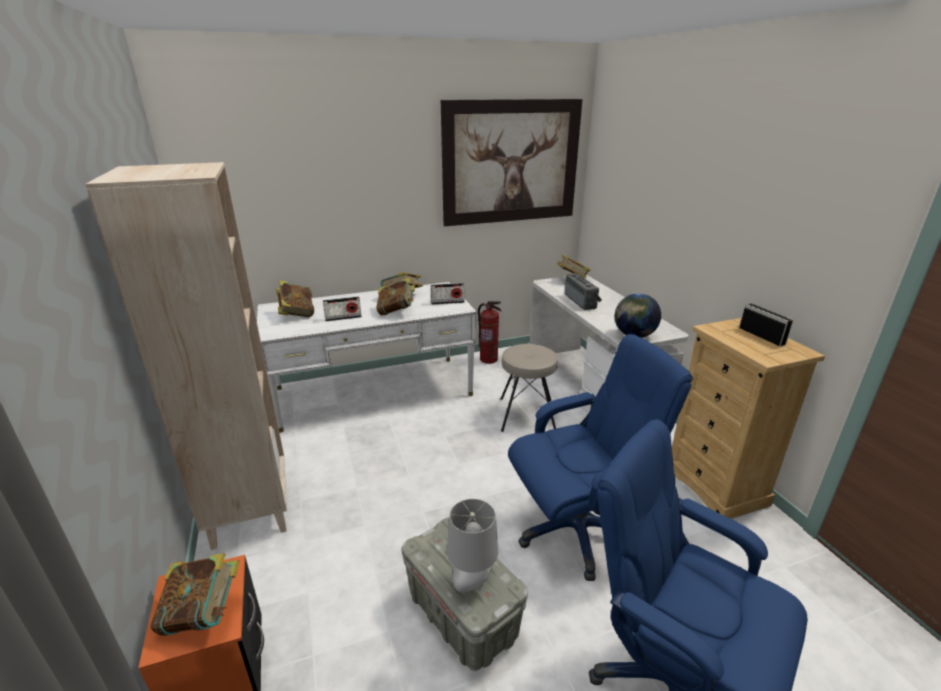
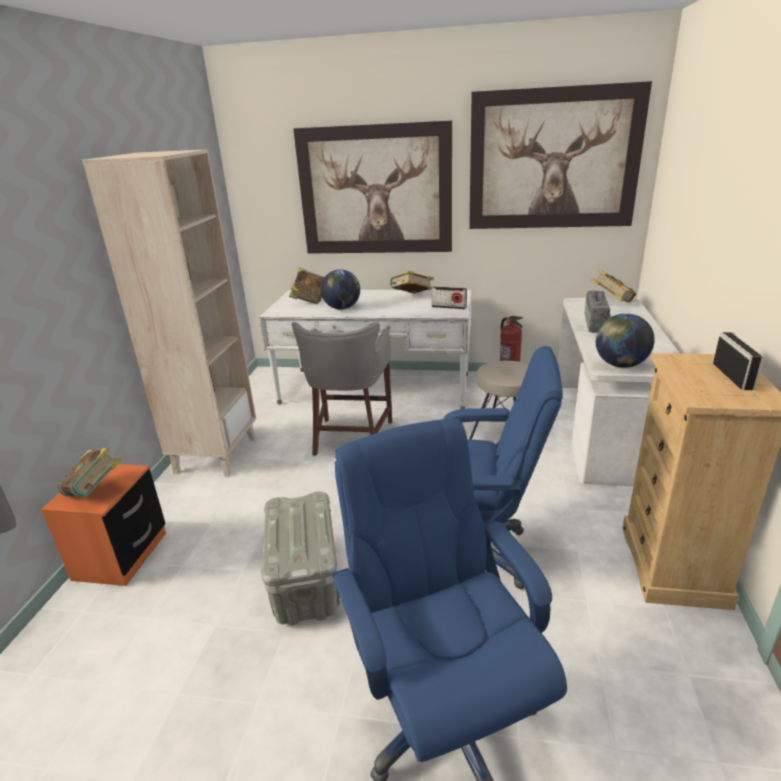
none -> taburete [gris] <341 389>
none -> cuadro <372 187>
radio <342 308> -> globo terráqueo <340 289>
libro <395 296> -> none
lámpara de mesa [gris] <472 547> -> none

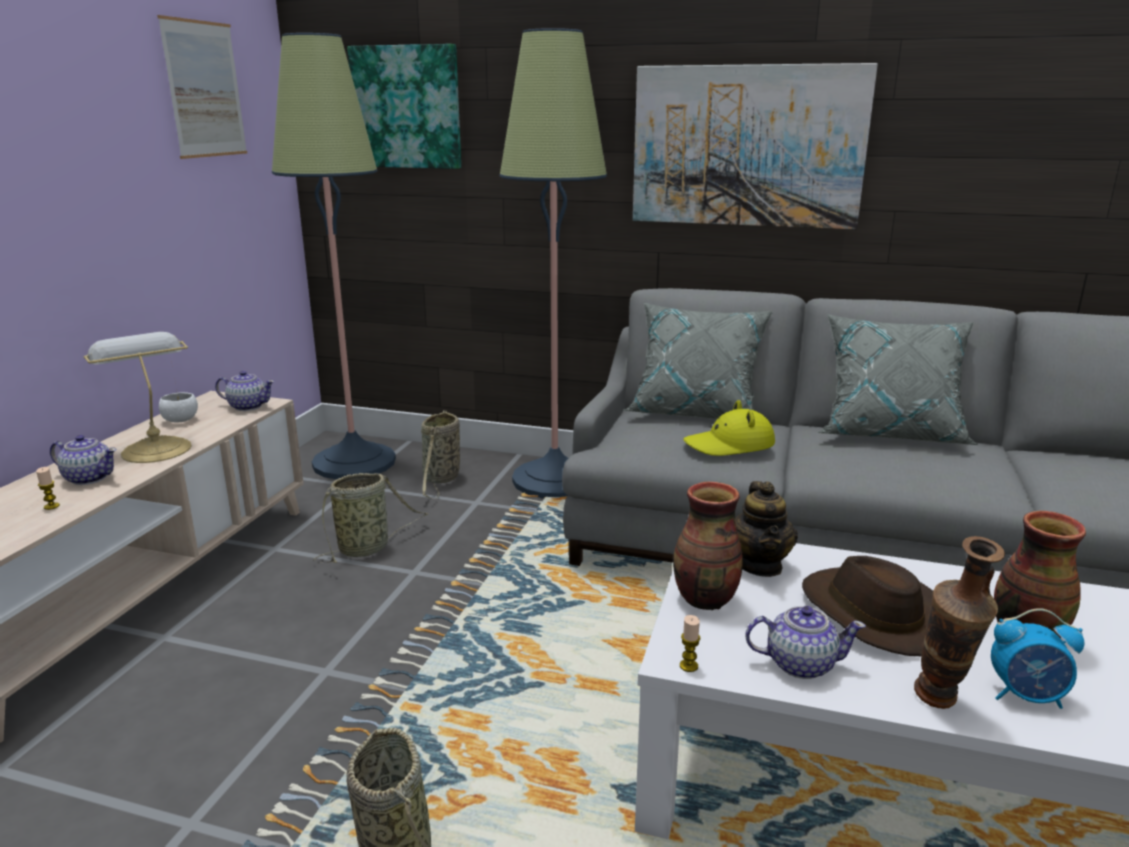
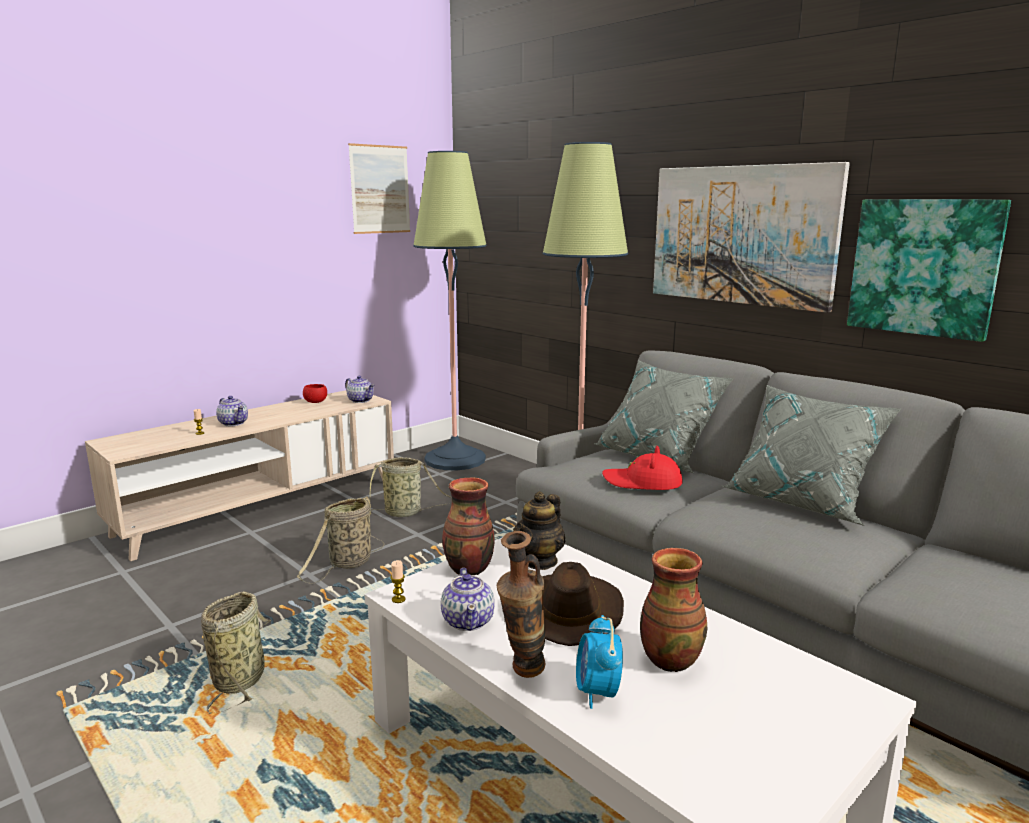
cesta <440 454> -> cesta <340 540>, relocated
cuenco [blanco] <178 407> -> cuenco [rojo] <315 393>
tetera <805 642> -> tetera <468 599>, 45 degrees clockwise
despertador <1037 658> -> despertador <599 662>, 45 degrees clockwise
sombrero [amarillo] <729 428> -> sombrero [rojo] <642 468>
cuadro <404 106> -> cuadro <929 271>, relocated
lámpara de mesa <137 397> -> none

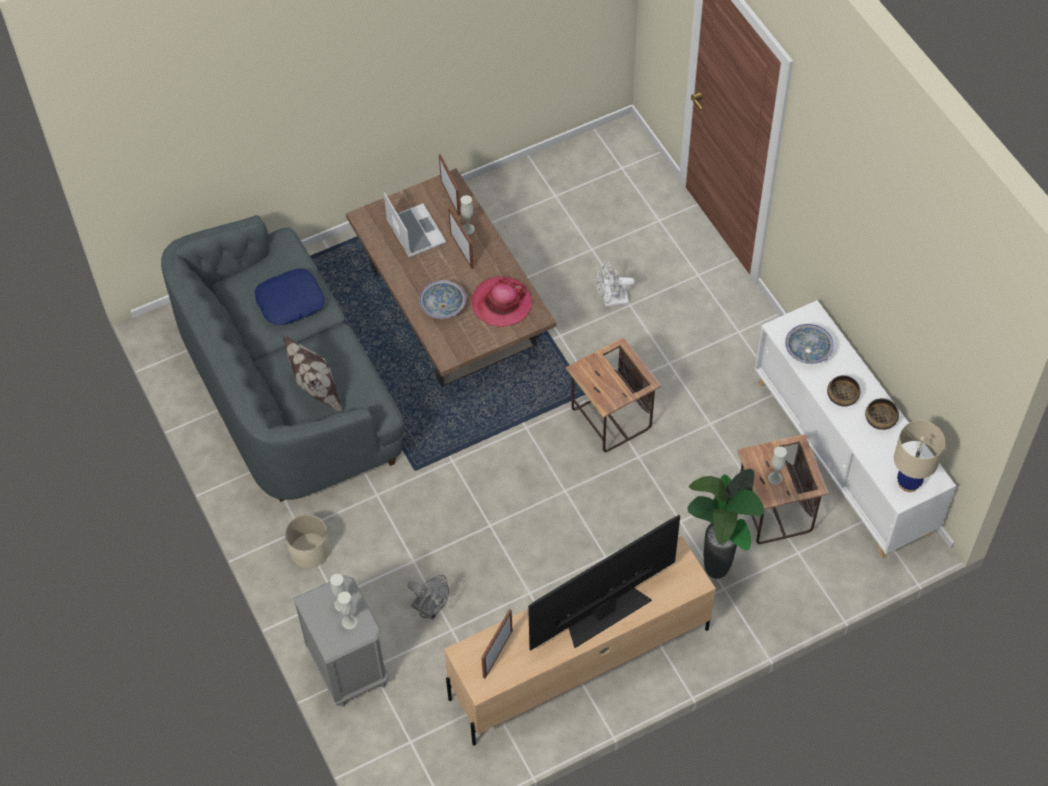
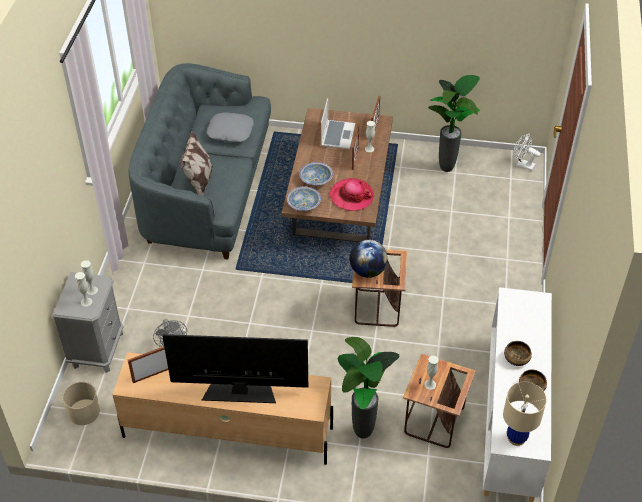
maceta [beis] <307 541> -> maceta [beis] <81 403>, relocated
cojín [azul] <289 296> -> cojín [gris] <230 127>
cuenco <809 344> -> cuenco <304 199>, relocated
none -> globo terráqueo <369 259>
none -> planta en maceta <454 123>
ventilador [blanco] <615 284> -> ventilador [blanco] <527 152>, relocated

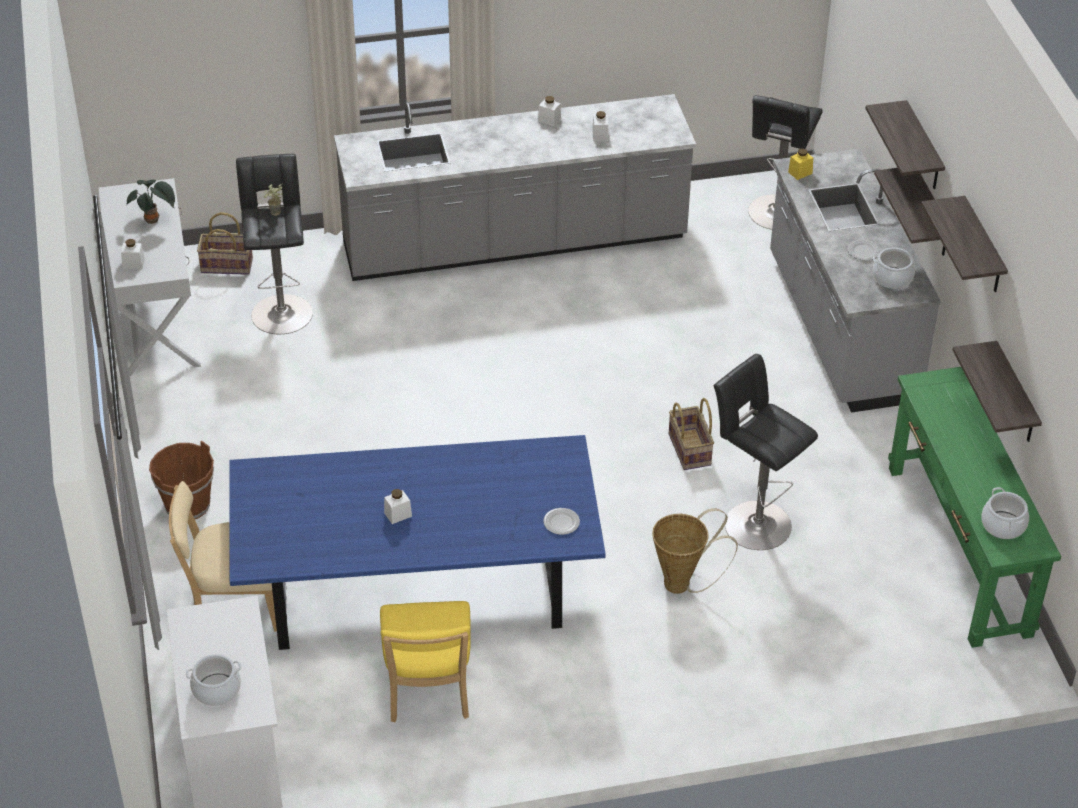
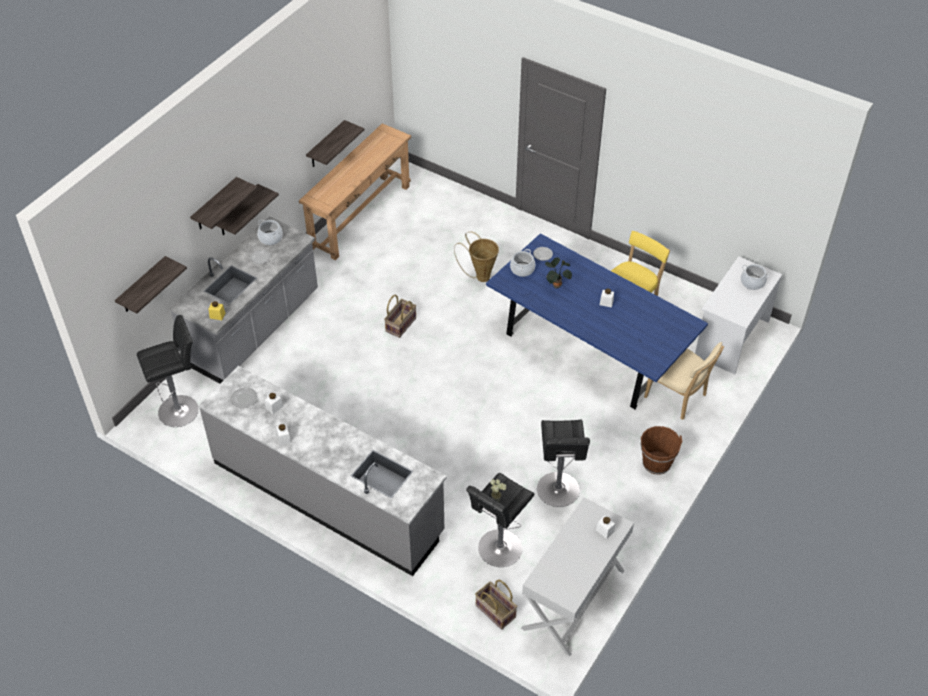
estante <964 244> -> estante <151 285>, relocated
none -> plato <244 398>
mesa consola [verde] <974 507> -> mesa consola [marrón] <355 191>
olla <1005 513> -> olla <522 263>, relocated
taburete [negro] <766 452> -> taburete [negro] <563 463>, relocated
planta en maceta <151 202> -> planta en maceta <558 272>, relocated

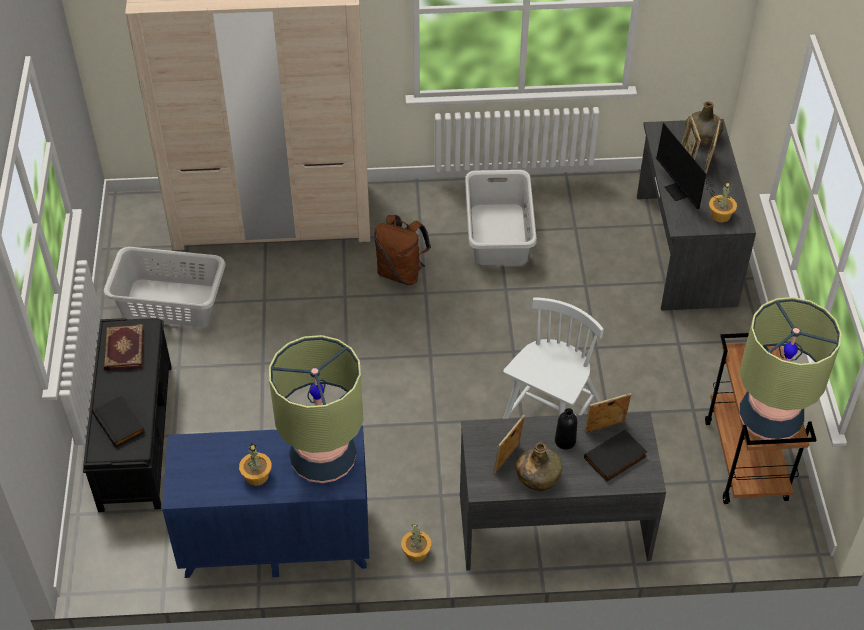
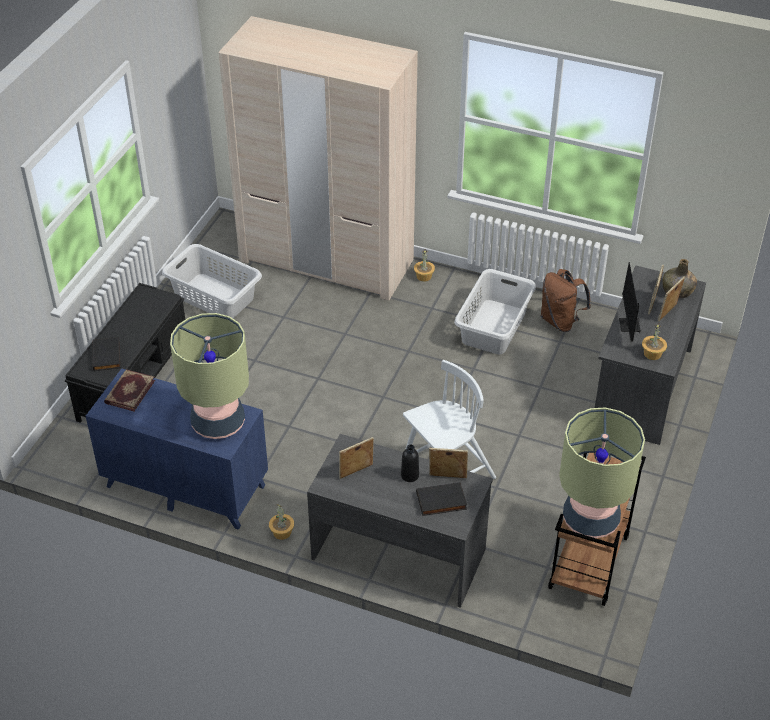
libro <124 347> -> libro <129 390>, relocated
planta en maceta <255 464> -> planta en maceta <424 265>, relocated
mochila [marrón] <402 250> -> mochila [marrón] <566 300>, relocated
botella [verde] <539 466> -> none

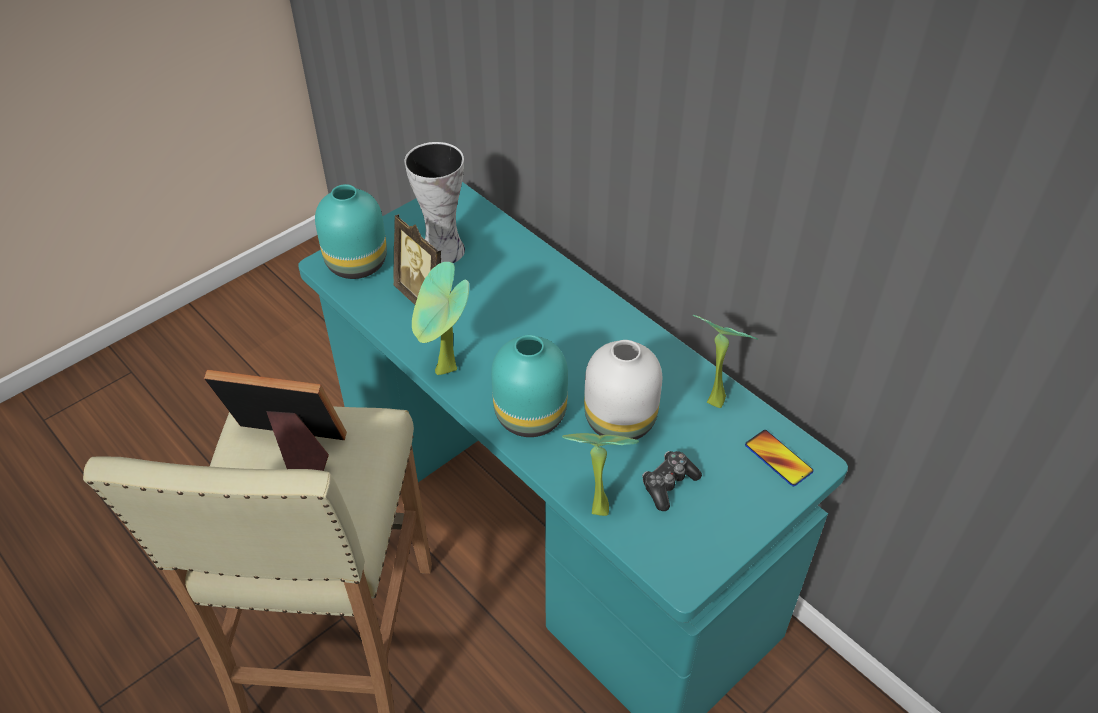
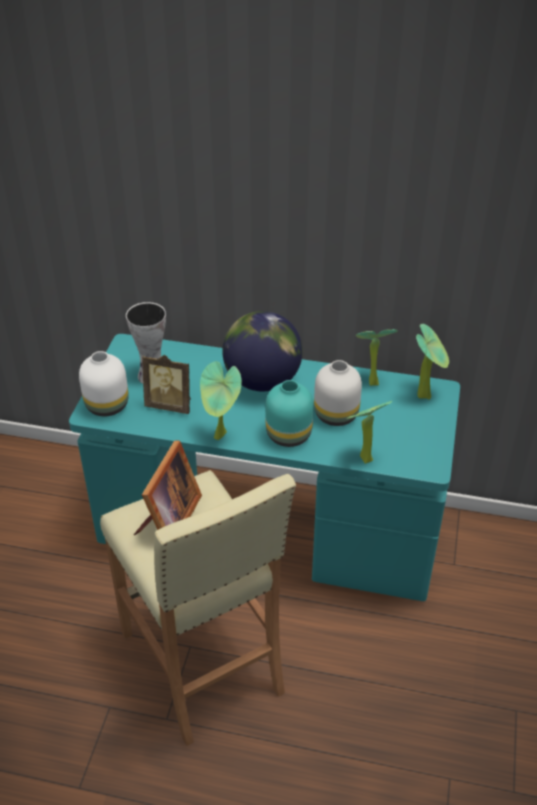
florero [turquesa] <351 231> -> florero [blanco] <104 383>
portarretratos <275 420> -> portarretratos <168 487>, 135 degrees clockwise
none -> globo terráqueo <262 351>
móvil <779 458> -> planta en maceta <432 361>
mando de consola <672 481> -> none

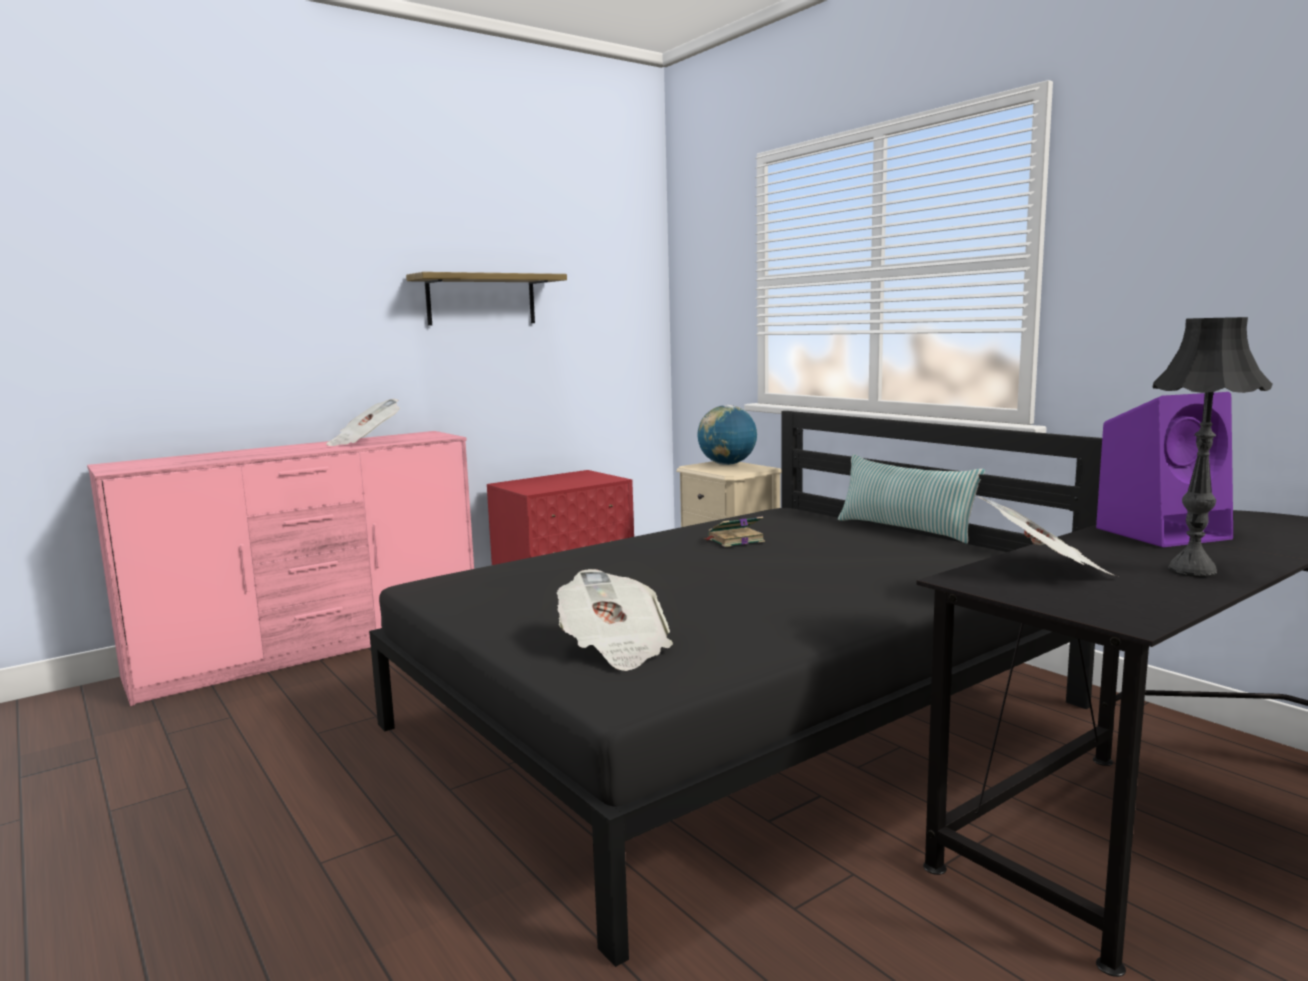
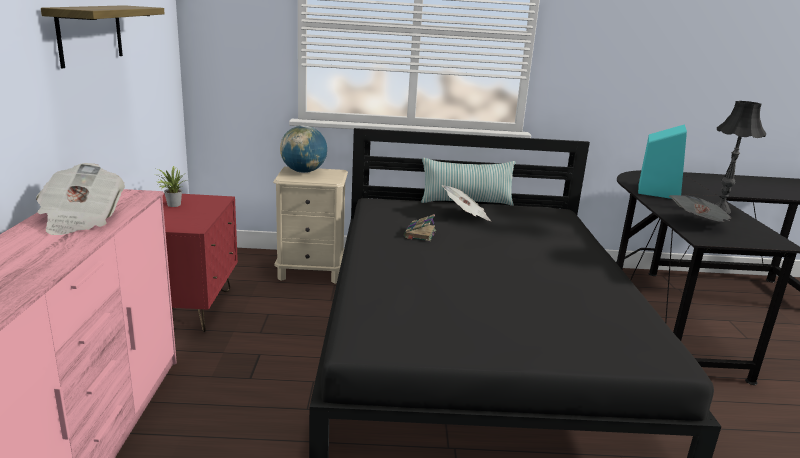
none -> planta en maceta <171 186>
periódico <615 620> -> periódico <466 203>, relocated
altavoz [morado] <1164 469> -> altavoz [turquesa] <662 161>

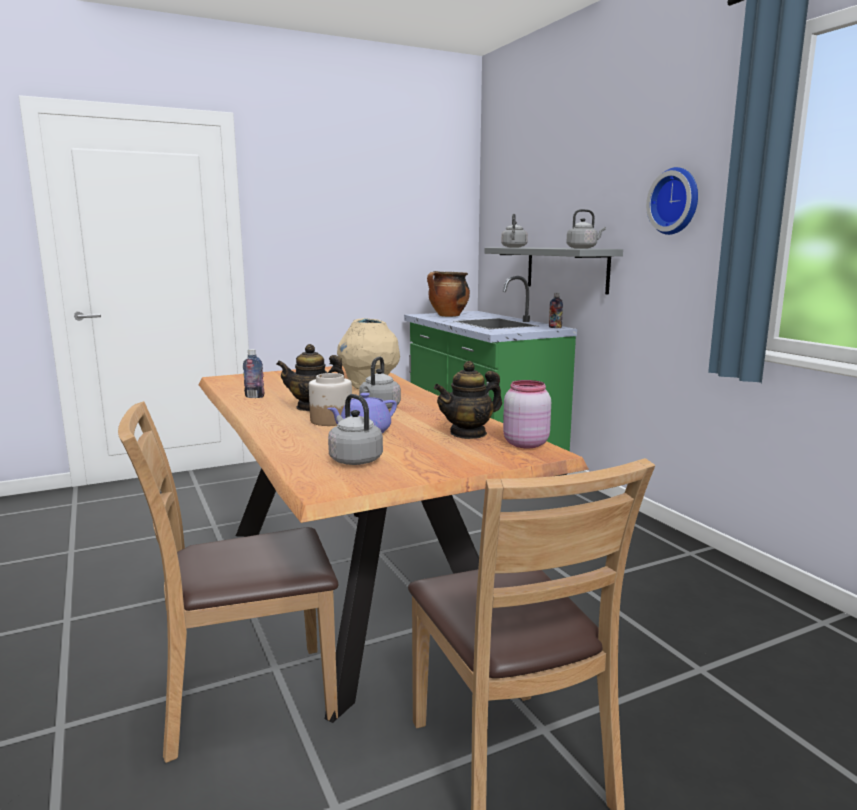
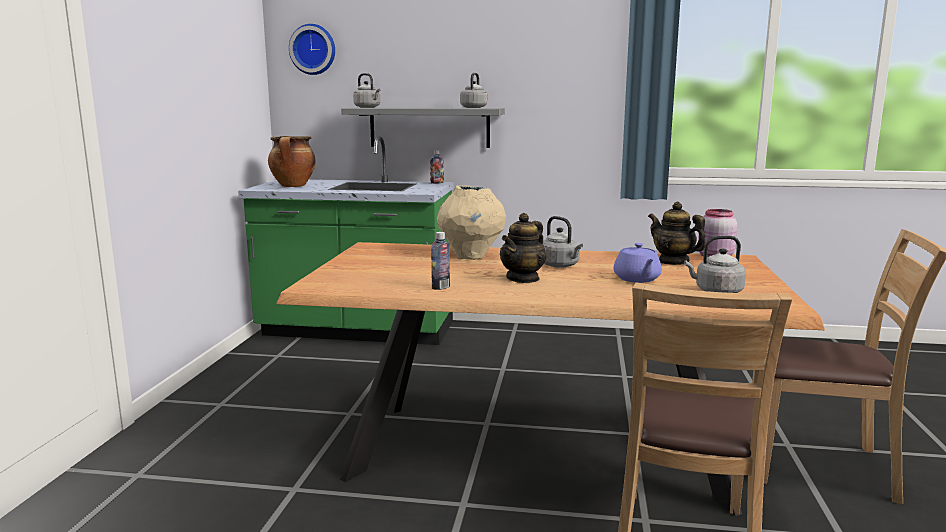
reloj de pared <672 201> -> reloj de pared <312 49>, relocated
tetera <468 400> -> tetera <677 233>, 135 degrees clockwise
tarro <330 399> -> none

